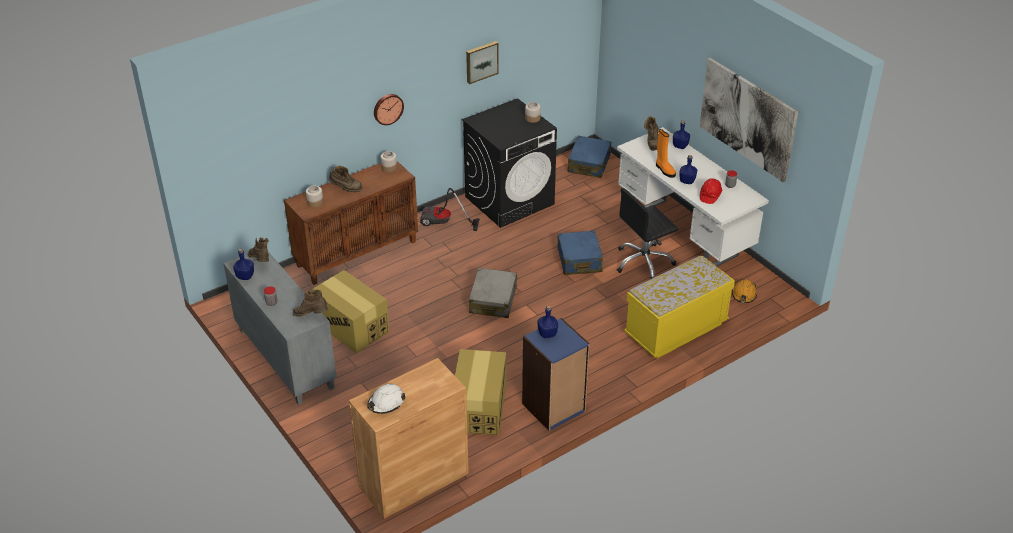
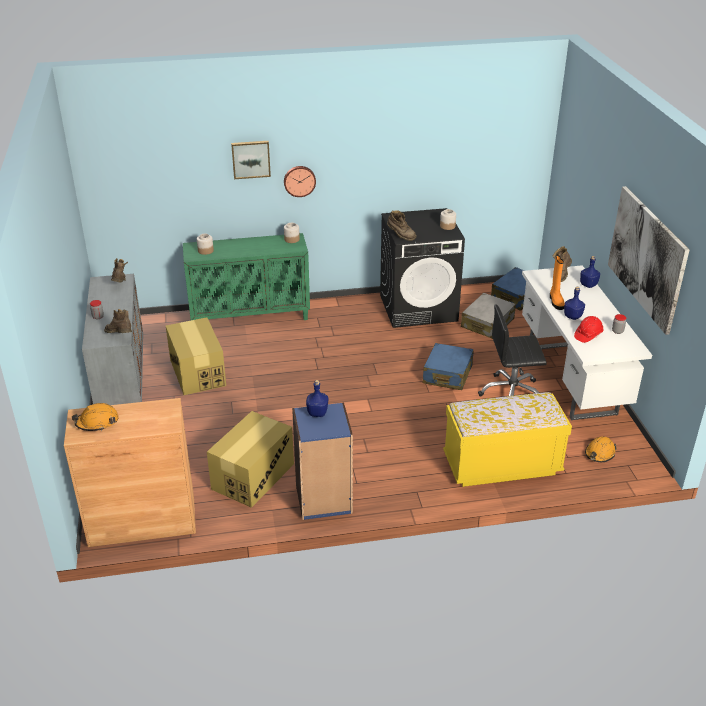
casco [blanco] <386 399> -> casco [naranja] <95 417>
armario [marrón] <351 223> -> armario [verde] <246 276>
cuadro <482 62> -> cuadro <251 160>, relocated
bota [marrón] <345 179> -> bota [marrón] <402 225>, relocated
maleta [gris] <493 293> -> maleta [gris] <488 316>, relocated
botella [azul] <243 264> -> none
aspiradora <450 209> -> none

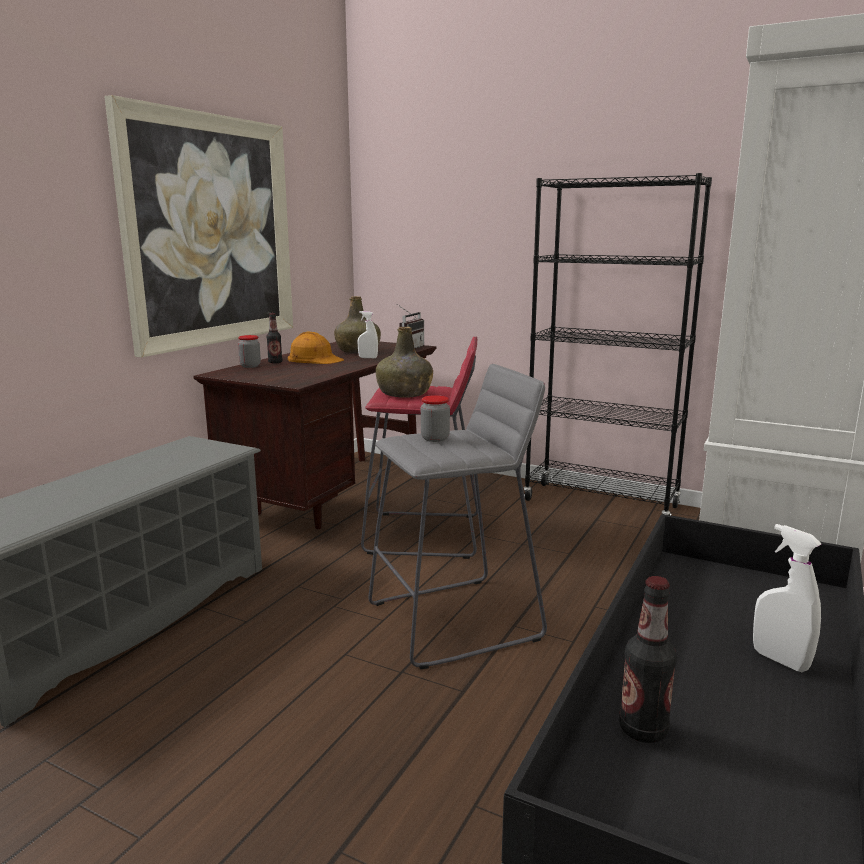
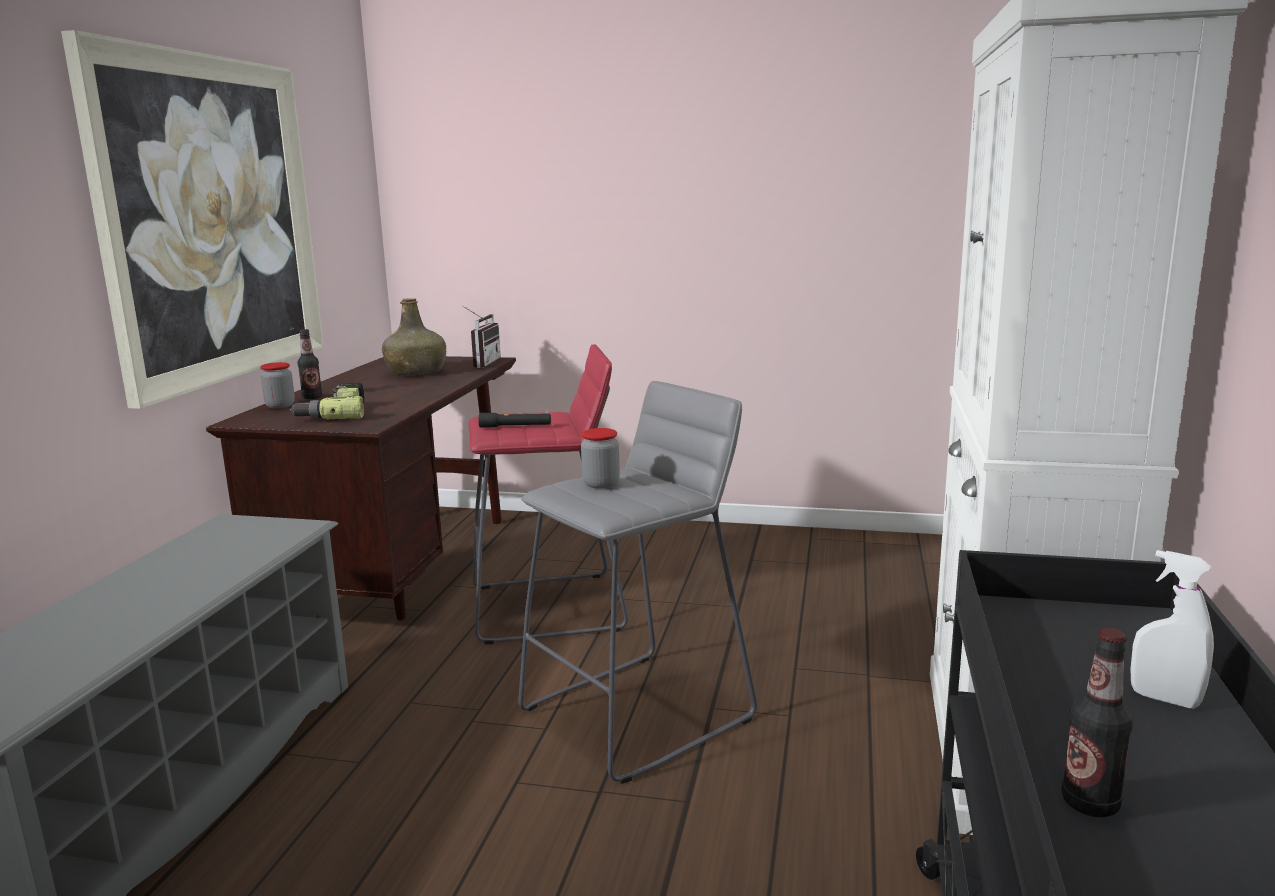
none -> taladro <327 401>
botella [verde] <404 362> -> linterna [negro] <514 420>
casco [naranja] <316 347> -> none
pulverizador [blanco] <368 334> -> none
estantería [negro] <618 344> -> none

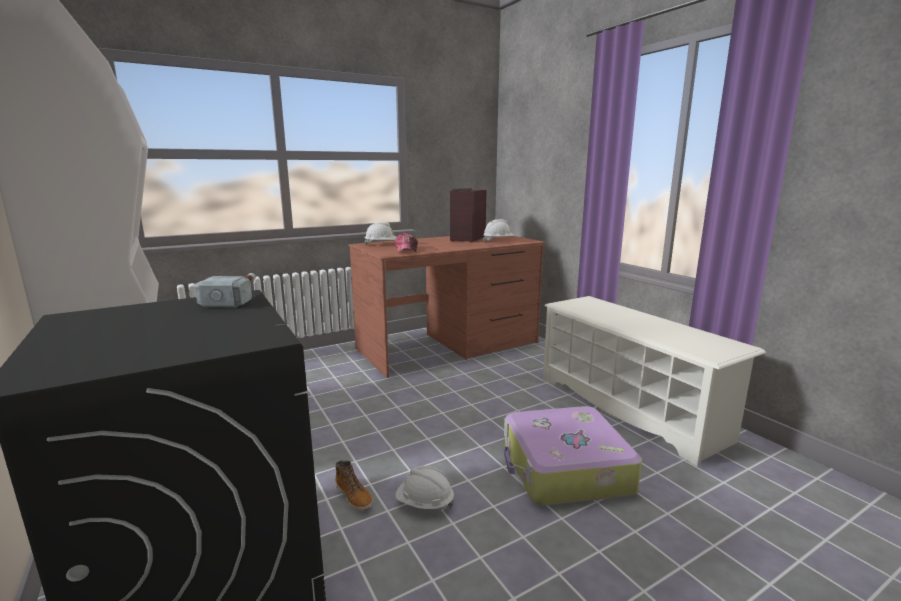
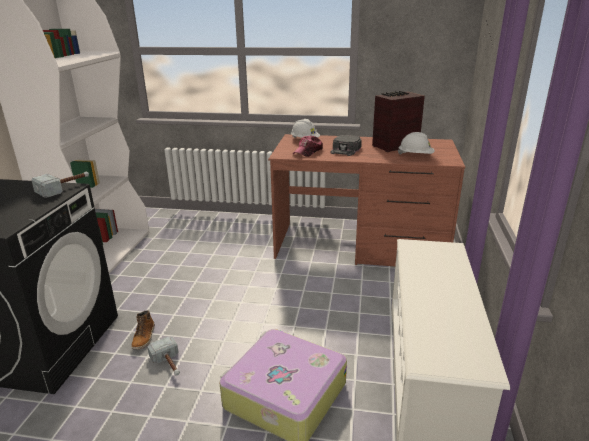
casco [blanco] <425 488> -> martillo <163 356>
none -> gorra [negro] <346 145>

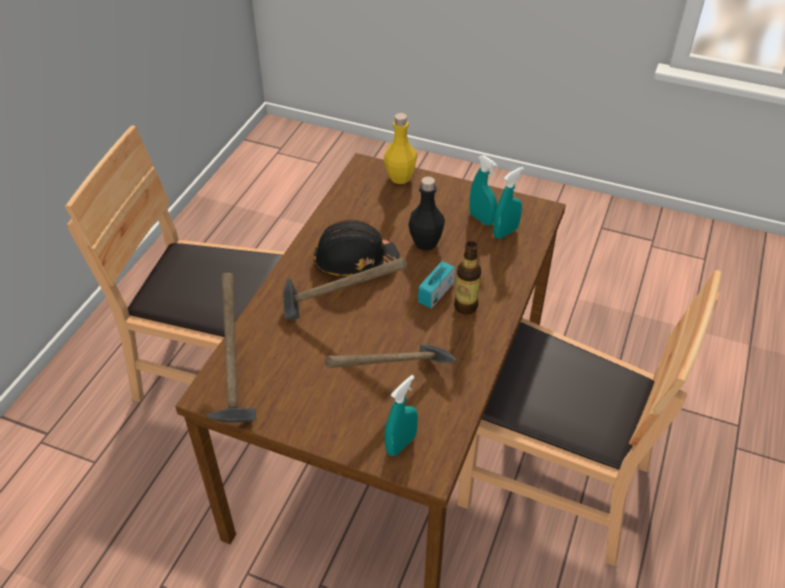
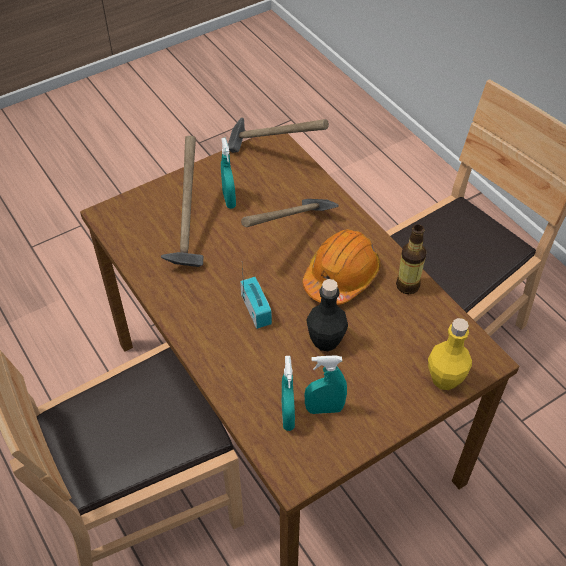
pulverizador [turquesa] <401 415> -> pulverizador [turquesa] <228 173>, relocated
casco [negro] <356 249> -> casco [naranja] <341 267>
botella <467 278> -> botella <411 259>, relocated

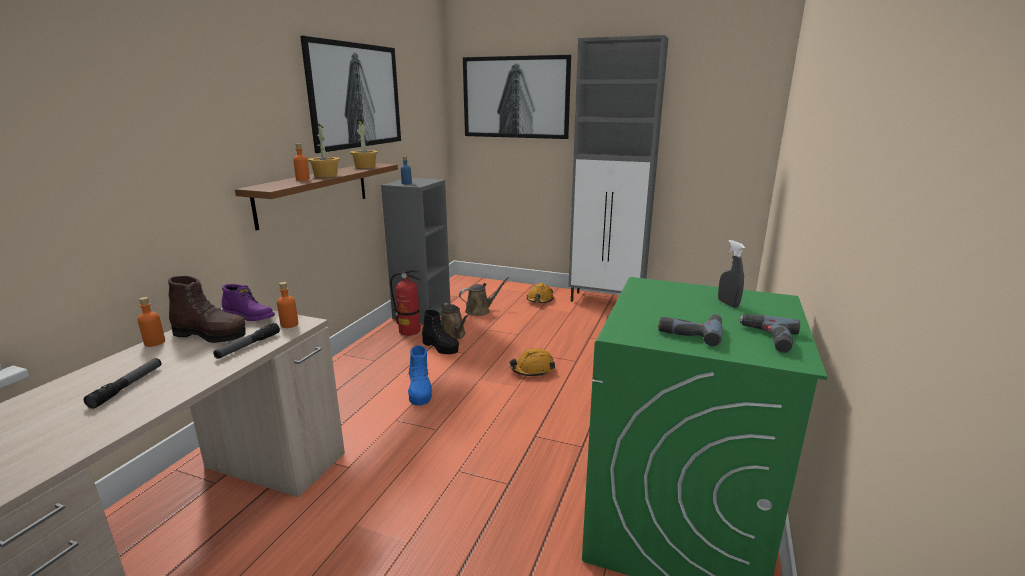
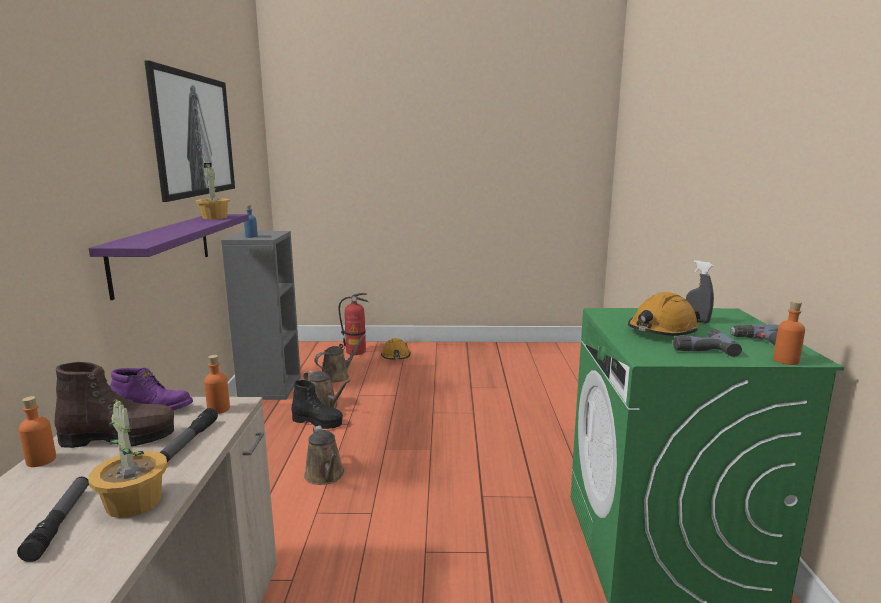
planta en maceta <324 150> -> planta en maceta <128 457>, relocated
estante [marrón] <316 196> -> estante [morado] <169 257>
bota [azul] <420 375> -> regadera [marrón] <324 455>
extintor <405 303> -> extintor <354 324>, relocated
casco [naranja] <532 362> -> casco [naranja] <664 314>, relocated
botella [naranja] <301 161> -> botella [naranja] <789 333>, relocated
cuadro <517 97> -> none
armario [gris] <618 168> -> none

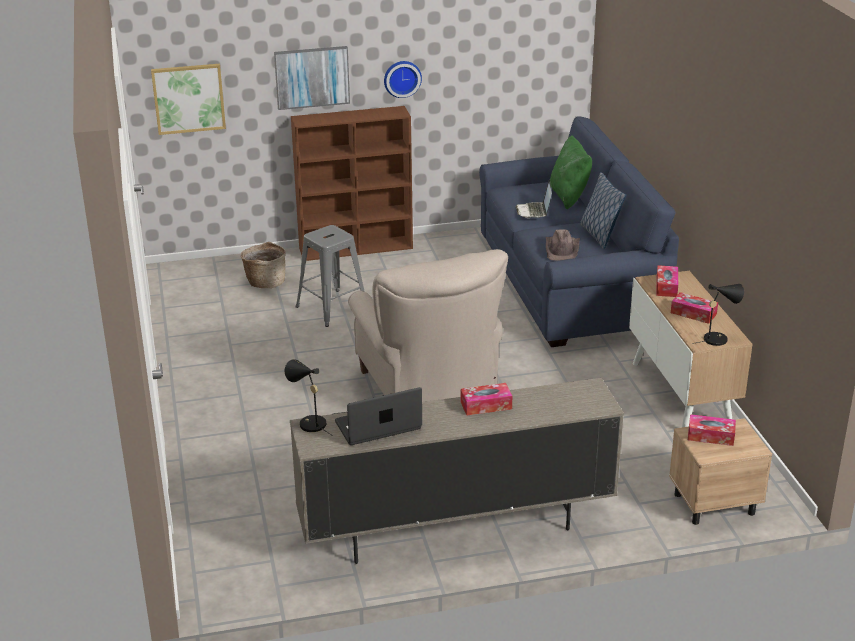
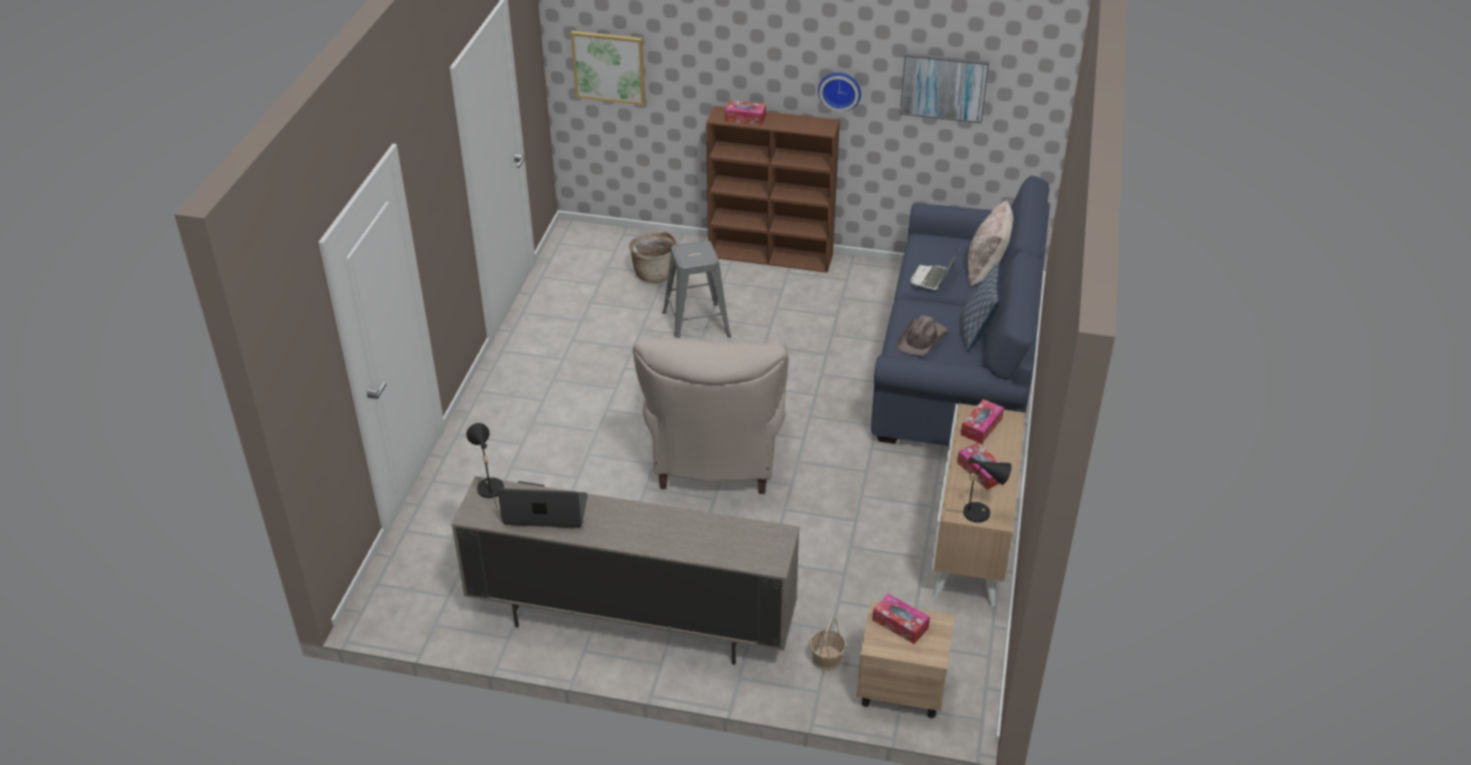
caja de pañuelos <486 399> -> caja de pañuelos <745 112>, relocated
none -> cesta <828 644>
cuadro <312 78> -> cuadro <944 88>, relocated
cojín [verde] <571 172> -> cojín [beis] <990 243>

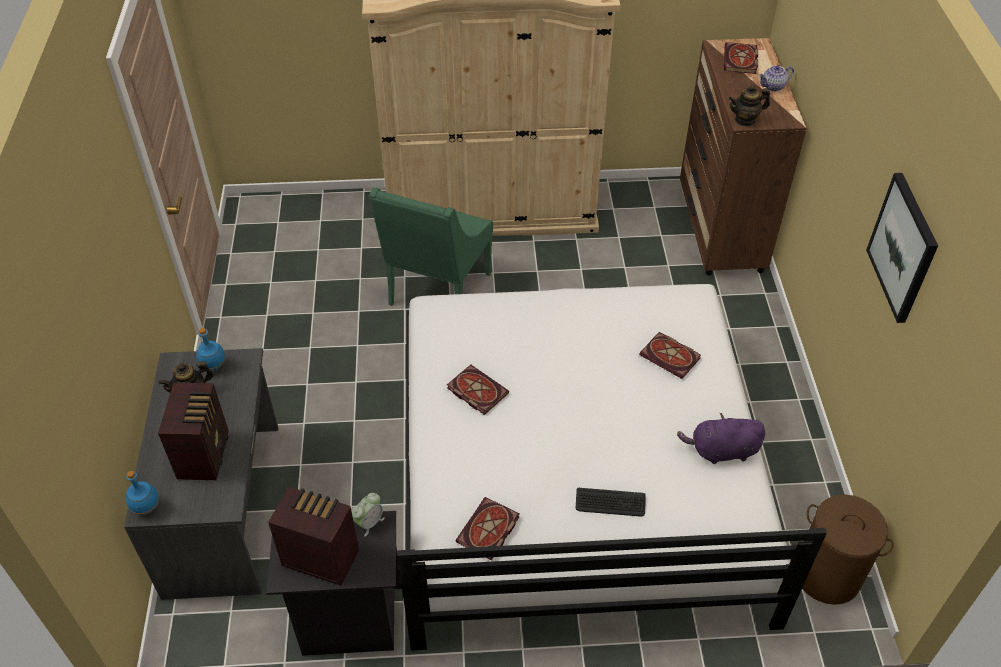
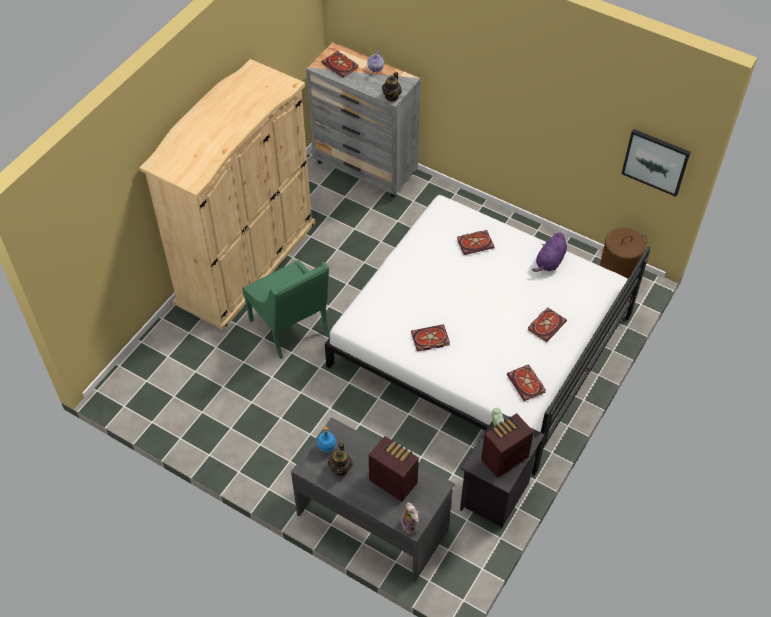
cómoda [marrón] <743 156> -> cómoda [gris] <363 119>
botella [azul] <142 493> -> peluche <410 518>
teclado <611 502> -> libro <547 324>
cuadro <902 248> -> cuadro <656 163>, relocated

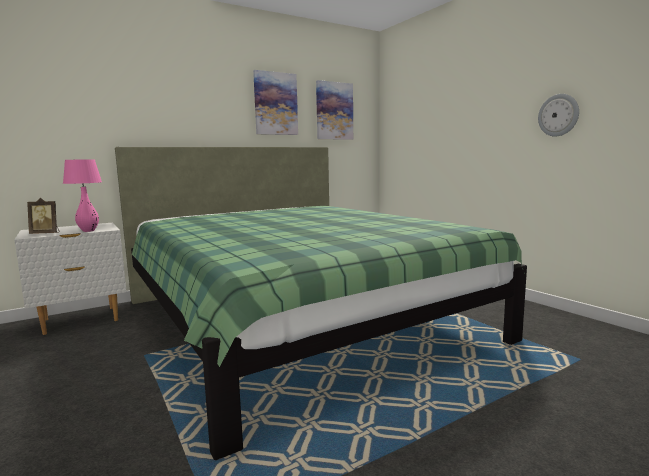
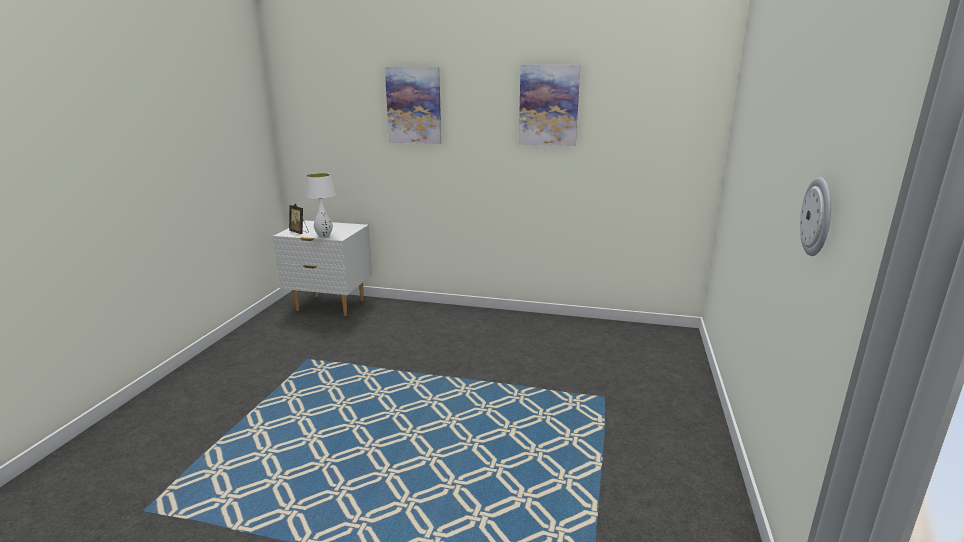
lámpara de mesa [rosa] <82 195> -> lámpara de mesa [blanco] <320 205>
cuadro <334 110> -> cuadro <413 105>, relocated
cama [verde] <321 303> -> none

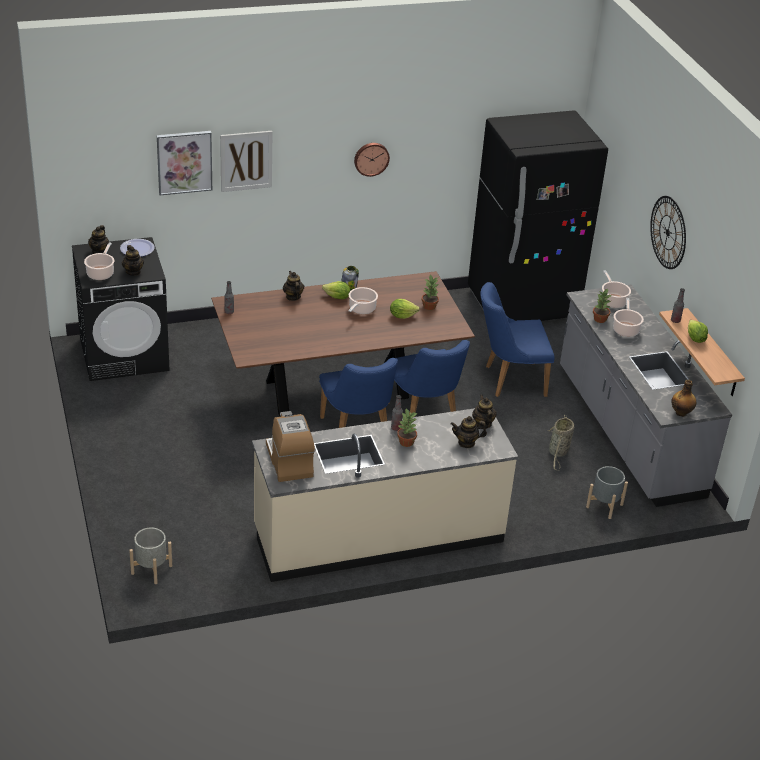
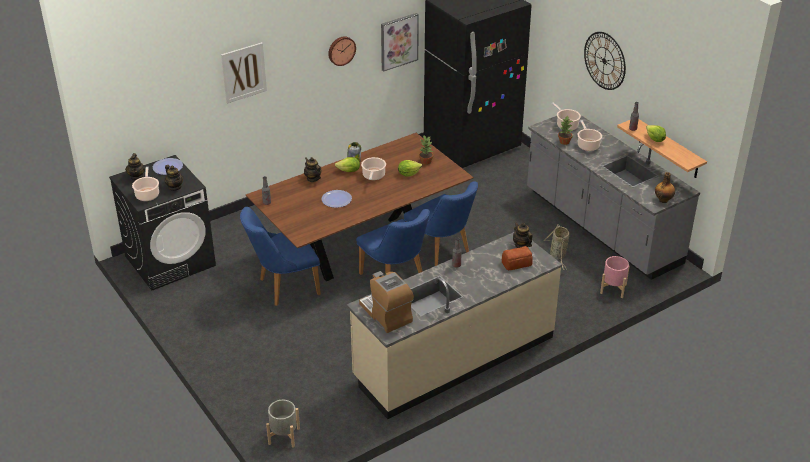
silla [azul] <517 339> -> silla [azul] <280 256>, relocated
none -> plato <337 199>
cuadro <184 163> -> cuadro <400 42>, relocated
tetera <469 432> -> pan <517 258>
maceta [gris] <607 492> -> maceta [rosa] <615 277>
planta en maceta <407 428> -> none

